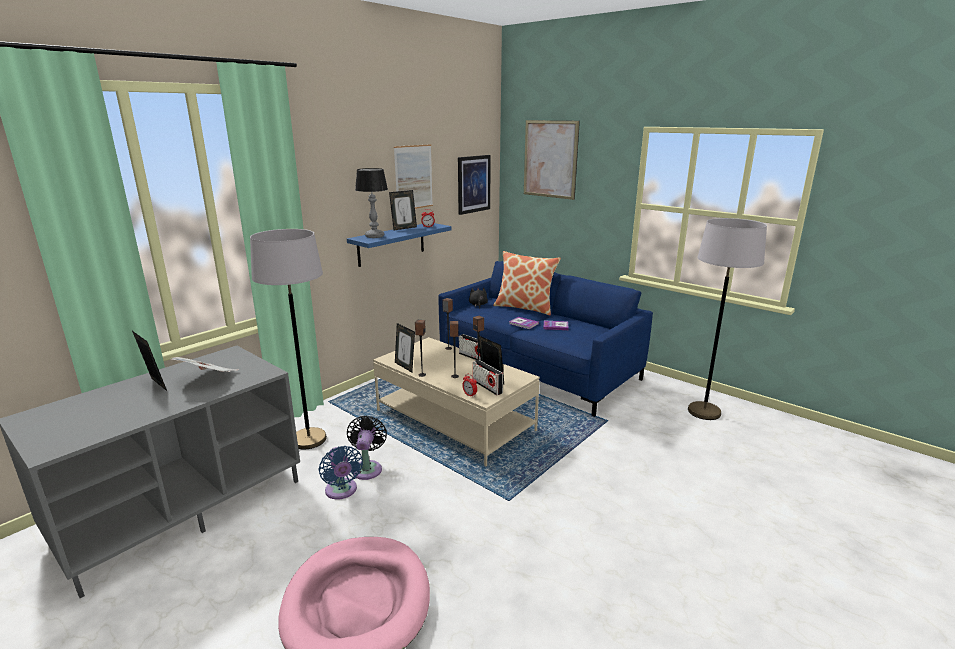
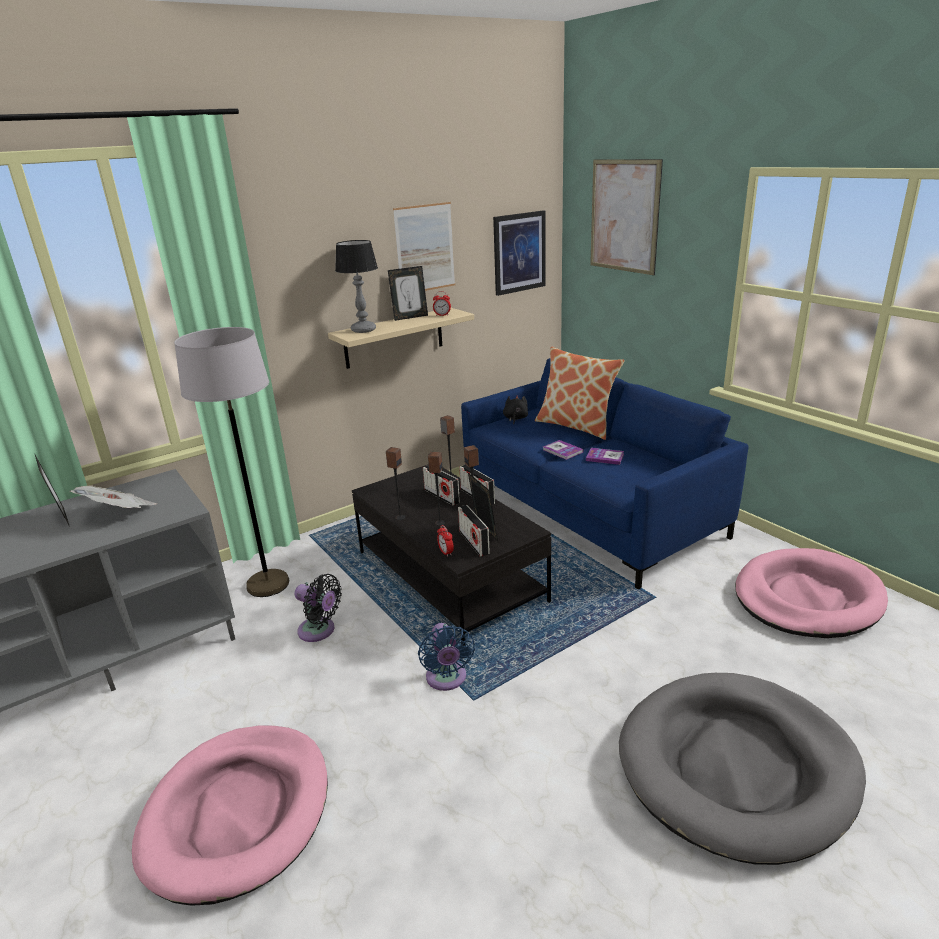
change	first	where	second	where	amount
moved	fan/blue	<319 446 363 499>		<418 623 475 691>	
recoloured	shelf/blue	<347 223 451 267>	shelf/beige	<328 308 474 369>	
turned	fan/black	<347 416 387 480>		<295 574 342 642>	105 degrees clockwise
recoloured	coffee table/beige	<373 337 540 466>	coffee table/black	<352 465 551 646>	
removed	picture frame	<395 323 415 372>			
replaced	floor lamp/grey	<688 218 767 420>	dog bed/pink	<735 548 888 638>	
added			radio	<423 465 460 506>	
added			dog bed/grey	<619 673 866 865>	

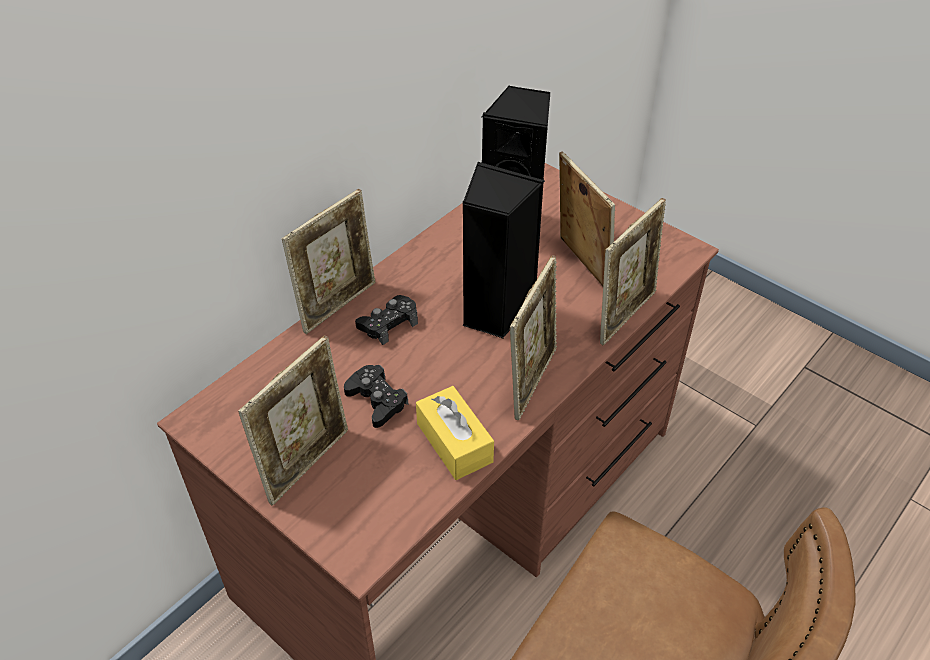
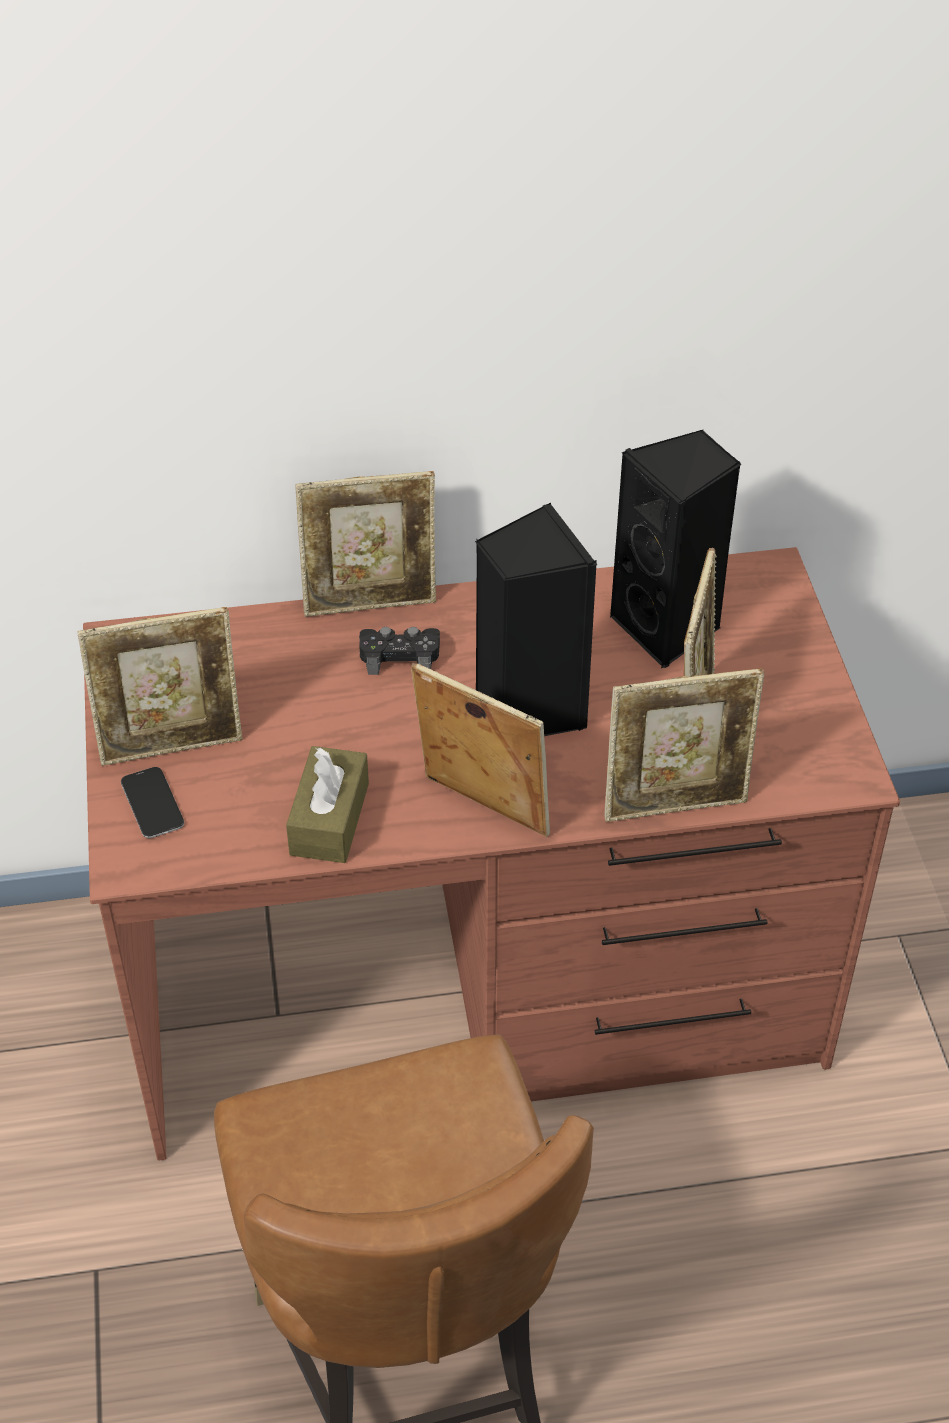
change	first	where	second	where	amount
removed	game controller/black	<344 365 408 428>			
recoloured	tissue box/yellow	<416 386 494 480>	tissue box/brown	<286 746 369 863>	
turned	picture frame	<510 256 557 421>		<411 662 550 837>	120 degrees counterclockwise
added			phone	<121 767 184 838>	

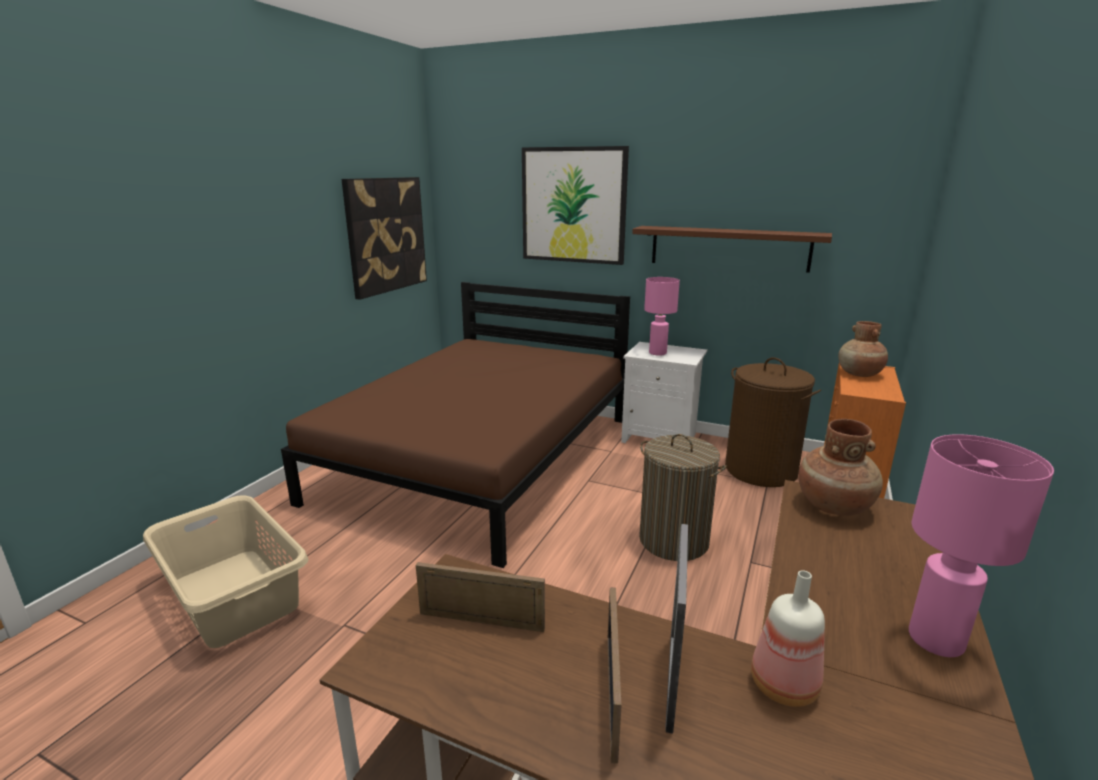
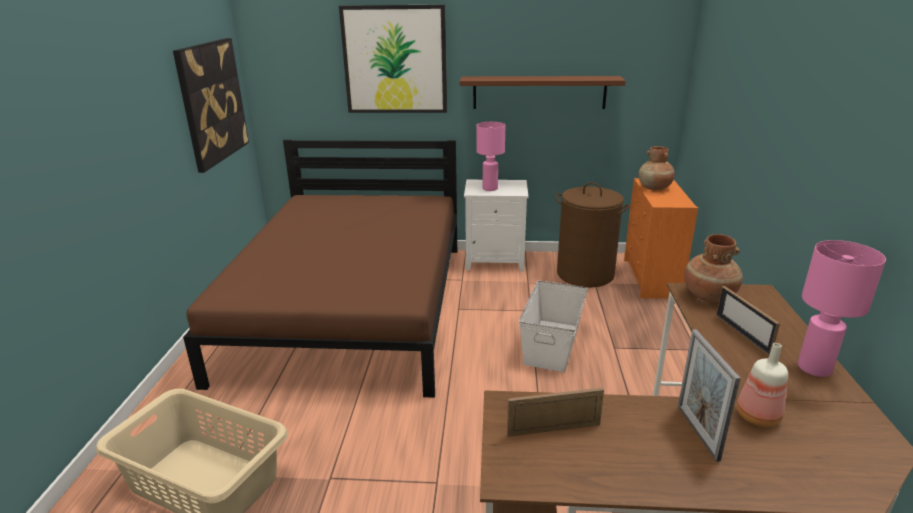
change	first	where	second	where	amount
moved	picture frame	<608 588 621 764>		<716 286 780 355>	
replaced	laundry basket	<639 434 727 561>	storage box/white	<519 281 588 372>	

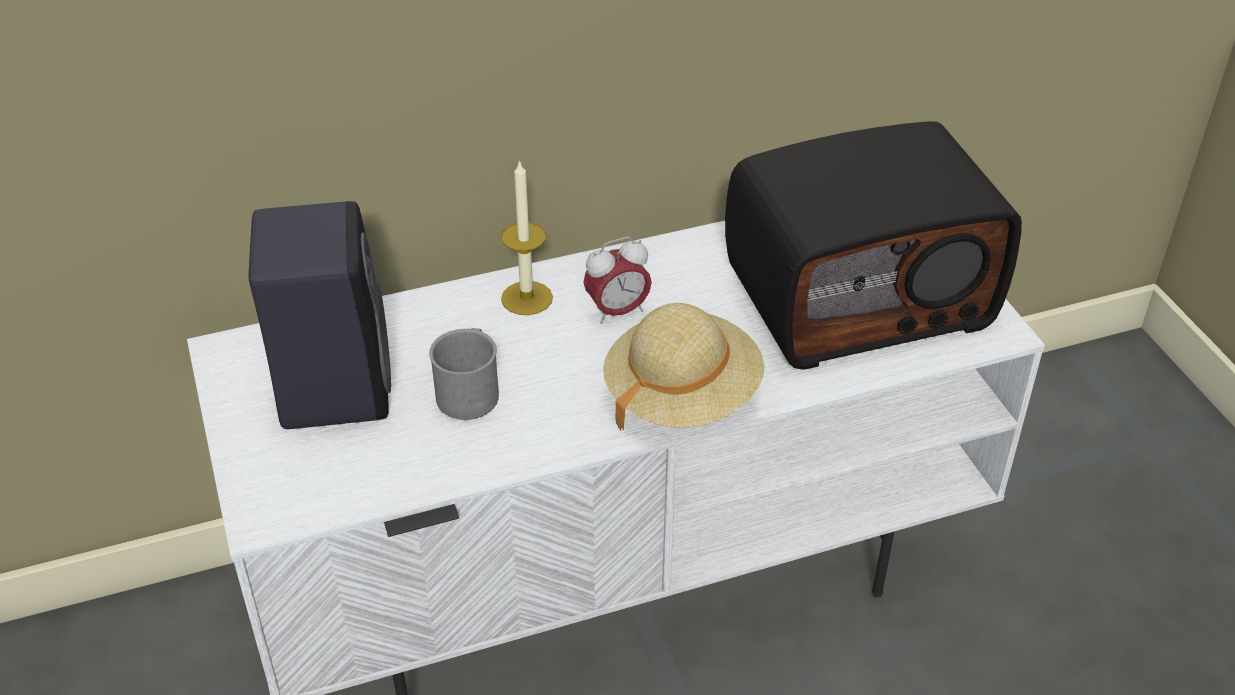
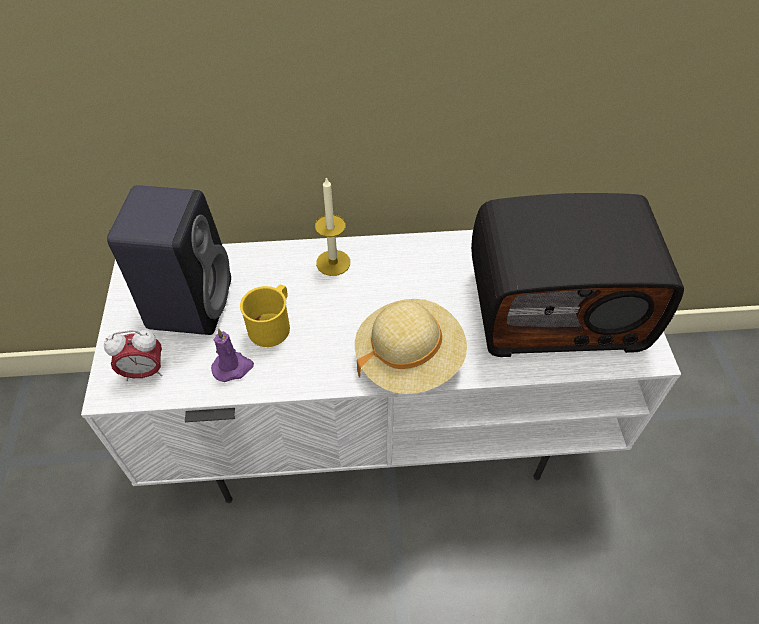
change	first	where	second	where	amount
recoloured	mug/grey	<429 328 499 420>	mug/yellow	<240 284 290 347>	
moved	alarm clock	<583 237 652 324>		<104 330 162 381>	
added			candle/purple	<211 328 254 382>	

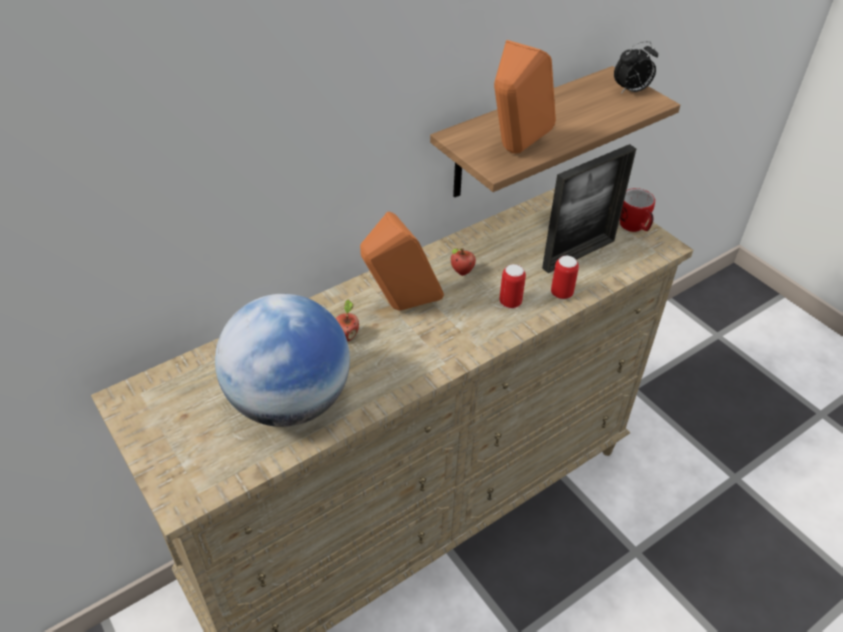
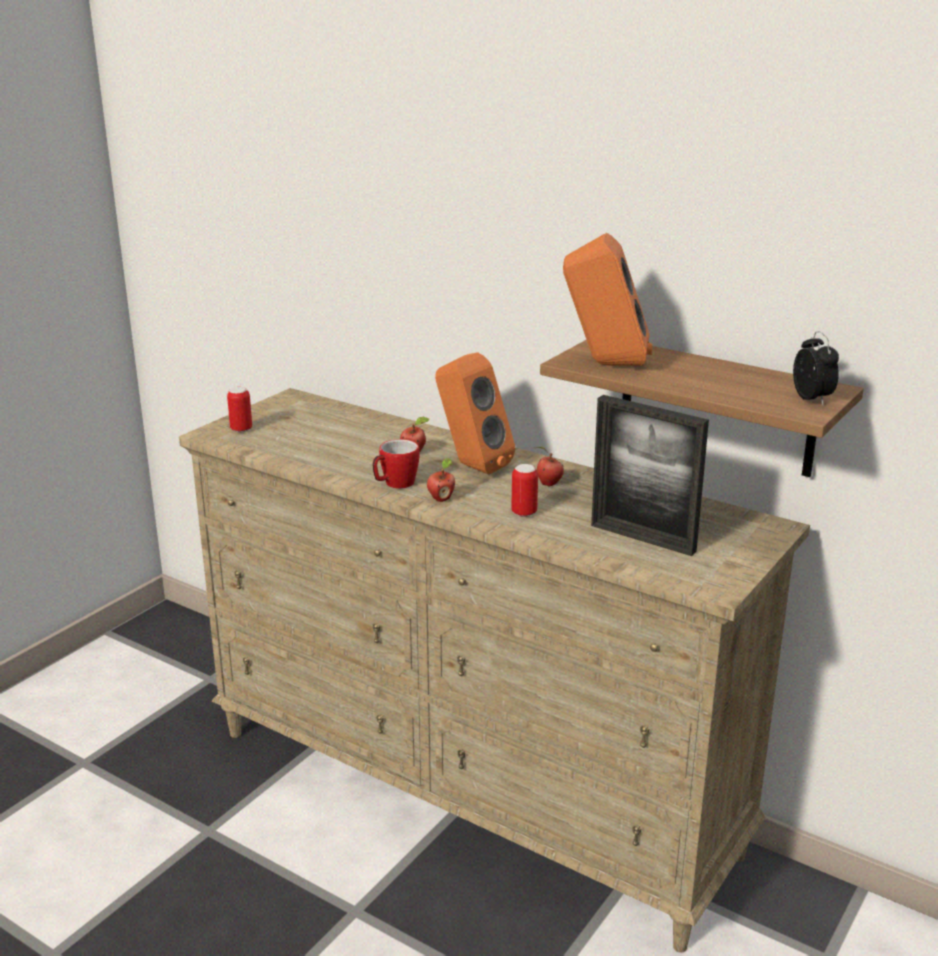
change	first	where	second	where	amount
removed	globe	<215 294 350 427>			
moved	can	<551 256 579 299>		<227 387 252 432>	
turned	alarm clock	<614 41 658 94>		<793 331 839 405>	150 degrees counterclockwise
moved	mug	<620 188 655 232>		<372 439 420 489>	
added			apple	<427 458 455 502>	

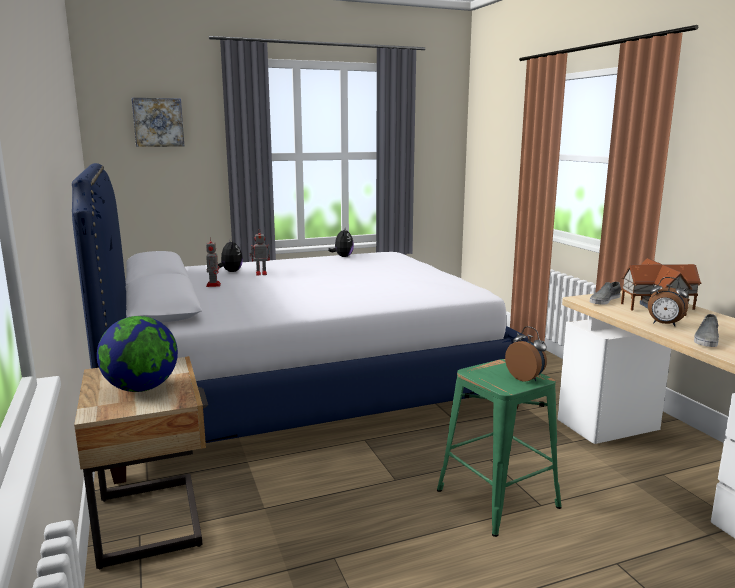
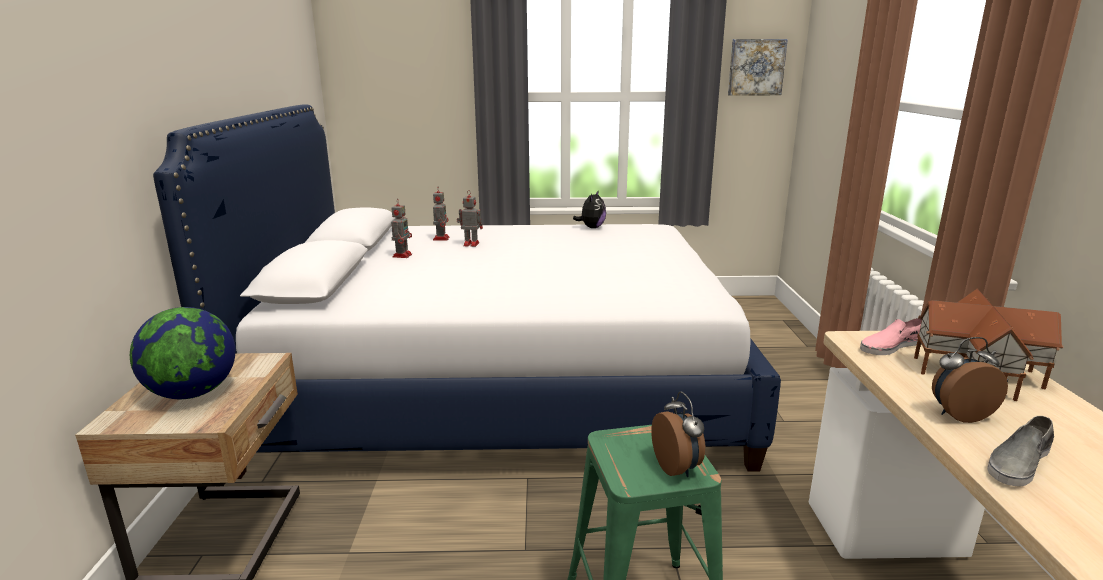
change	first	where	second	where	amount
moved	picture	<132 98 184 147>		<728 39 788 96>	
replaced	plush toy	<218 241 243 272>	toy robot	<433 188 449 240>	
recoloured	shoe/grey	<590 282 621 305>	shoe/pink	<860 318 922 355>	
turned	alarm clock	<648 277 688 326>		<932 337 1008 423>	120 degrees clockwise

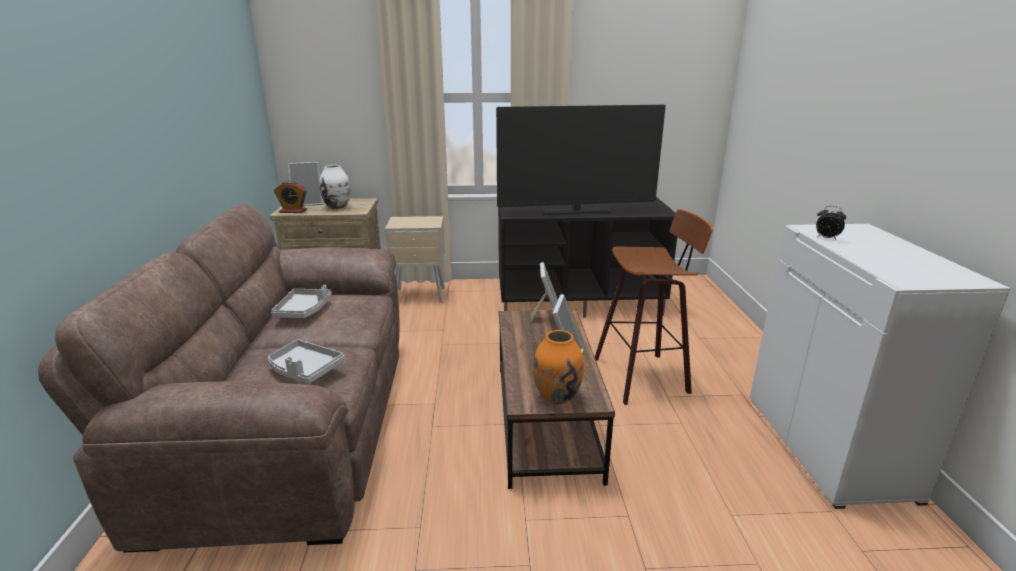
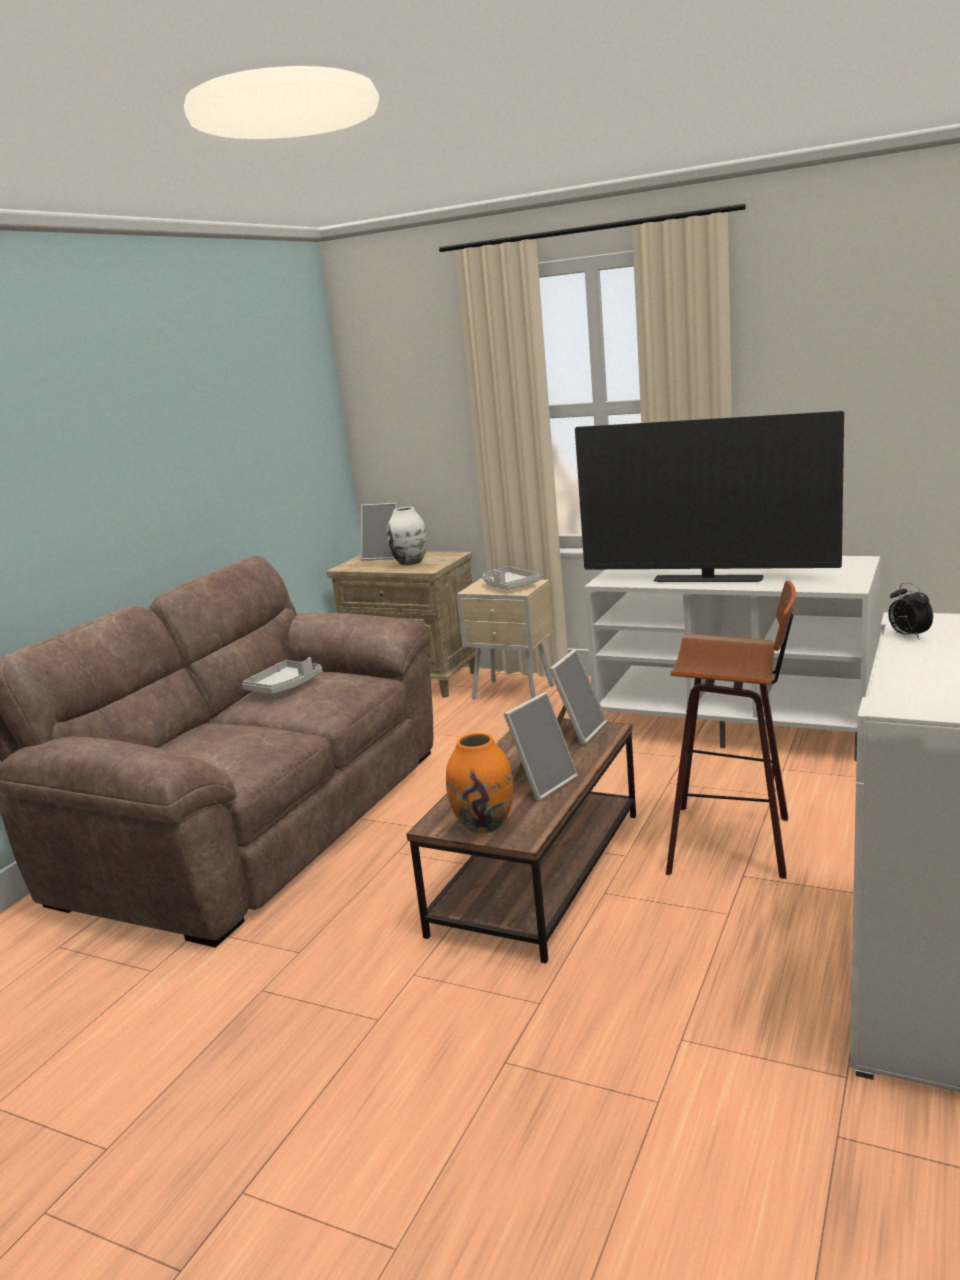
change	first	where	second	where	amount
moved	tray/grey	<268 339 345 384>		<483 566 540 590>	
removed	alarm clock	<274 181 307 213>			
recoloured	tv stand/black	<498 197 677 317>	tv stand/white	<584 556 880 761>	

